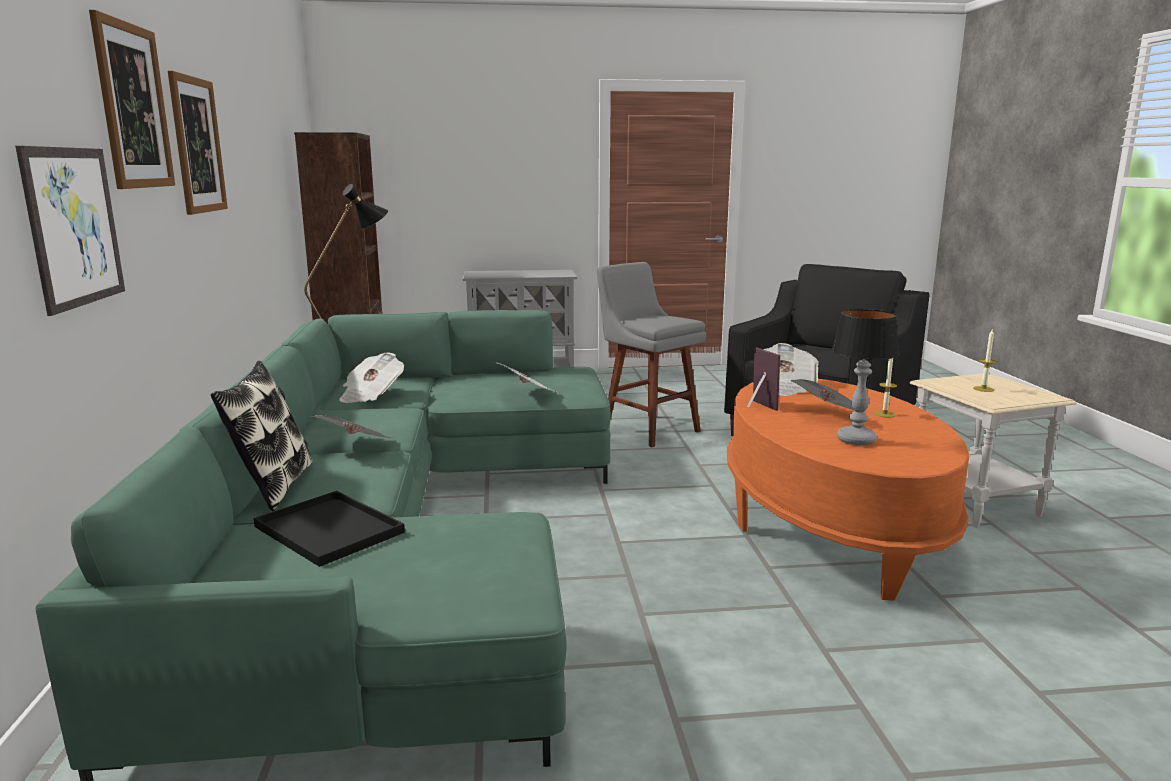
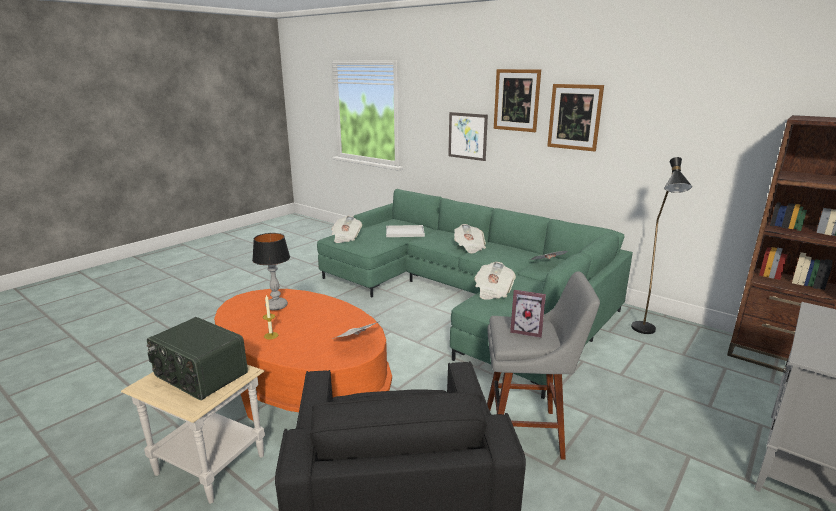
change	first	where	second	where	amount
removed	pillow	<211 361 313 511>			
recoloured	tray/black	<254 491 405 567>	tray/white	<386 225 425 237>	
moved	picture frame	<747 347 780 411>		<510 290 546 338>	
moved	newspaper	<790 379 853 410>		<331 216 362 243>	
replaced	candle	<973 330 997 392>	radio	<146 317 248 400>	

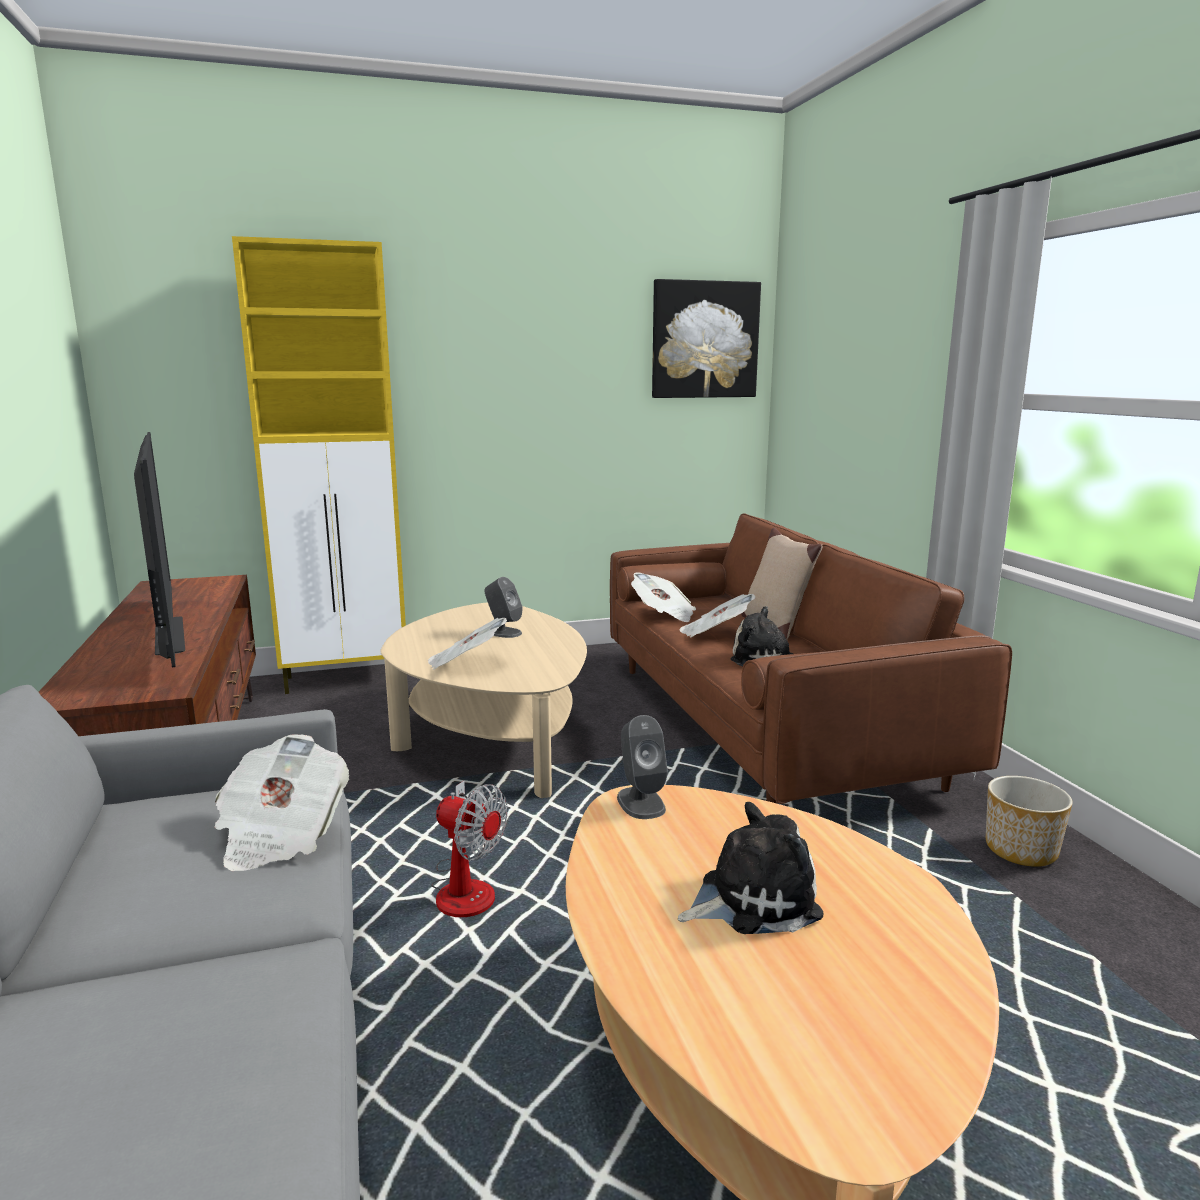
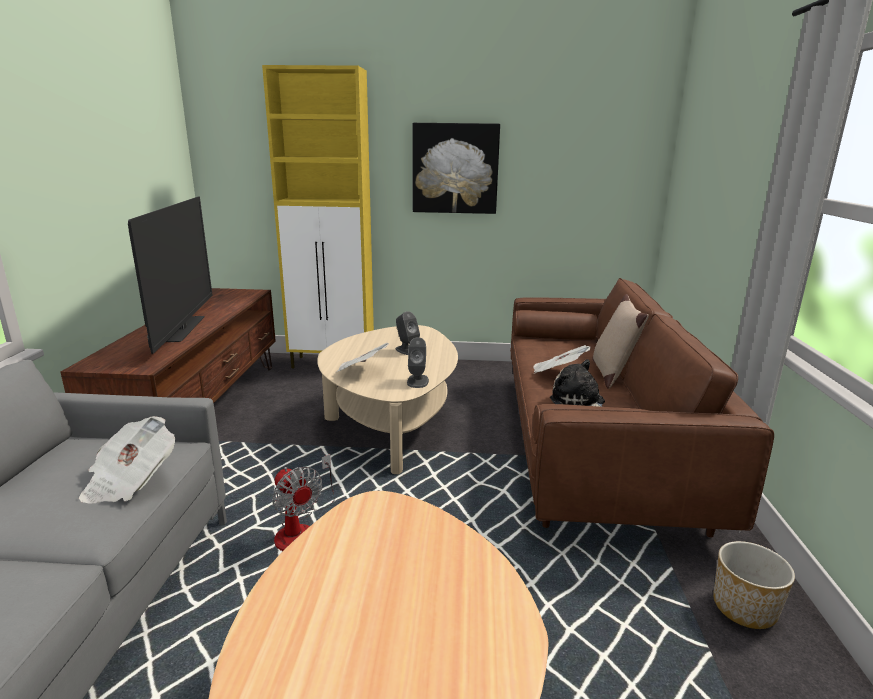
change	first	where	second	where	amount
moved	speaker/grey	<617 715 668 819>		<407 337 429 388>	
removed	newspaper	<631 572 696 622>			
moved	picture	<652 279 761 398>		<412 123 500 214>	
removed	plush toy	<678 802 823 934>			

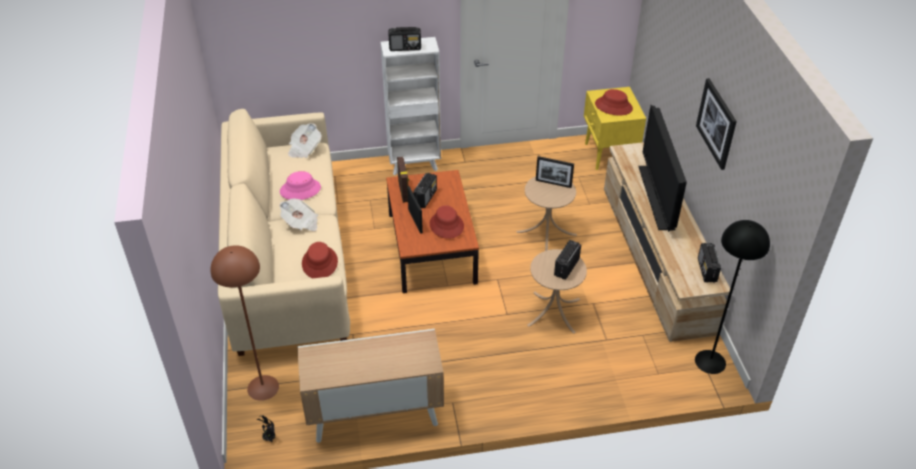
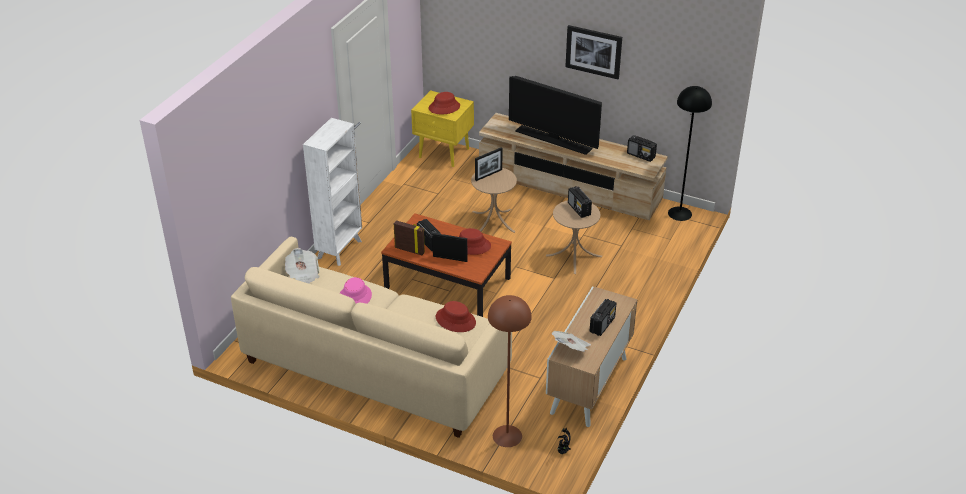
change	first	where	second	where	amount
moved	newspaper	<280 198 318 231>		<552 331 591 352>	
moved	radio	<388 27 421 51>		<589 299 616 336>	

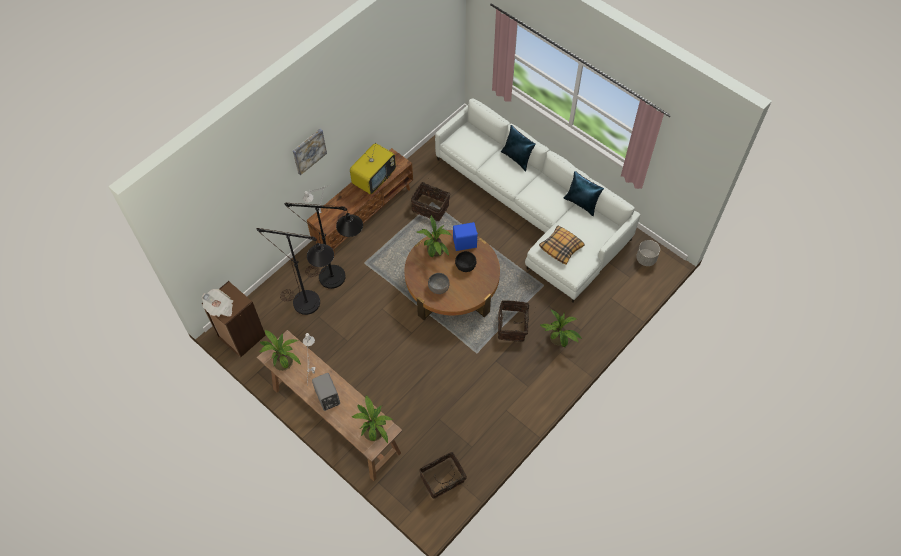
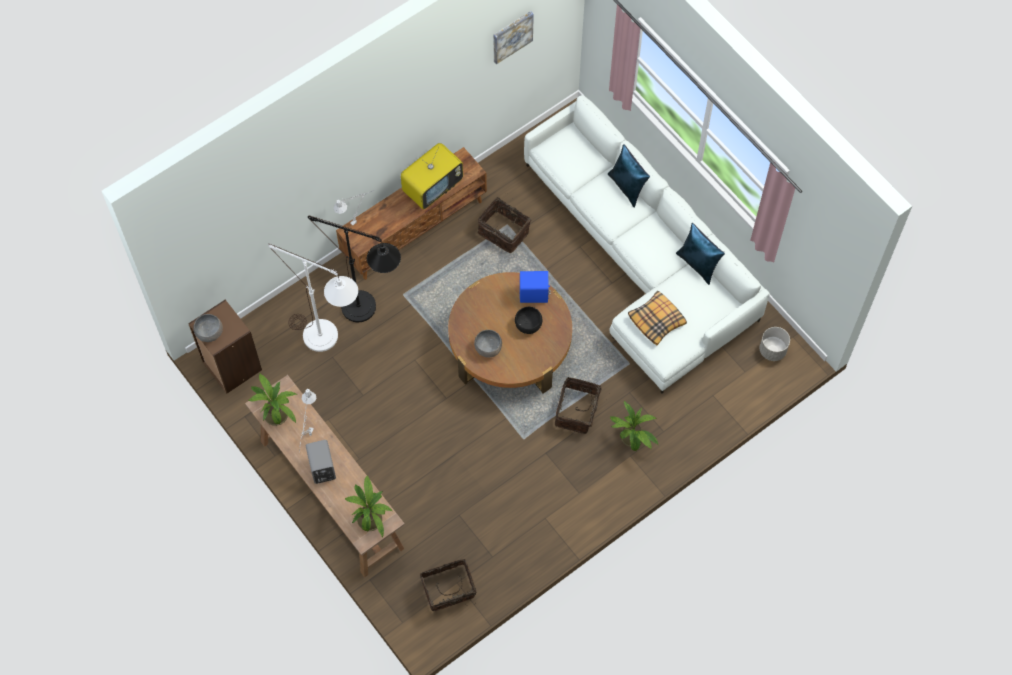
change	first	where	second	where	amount
replaced	newspaper	<202 289 233 317>	bowl/grey	<193 314 223 342>	
recoloured	floor lamp/black	<256 228 334 315>	floor lamp/white	<268 244 358 352>	
moved	picture	<293 129 327 175>		<494 11 534 64>	
removed	potted plant	<417 216 451 258>			

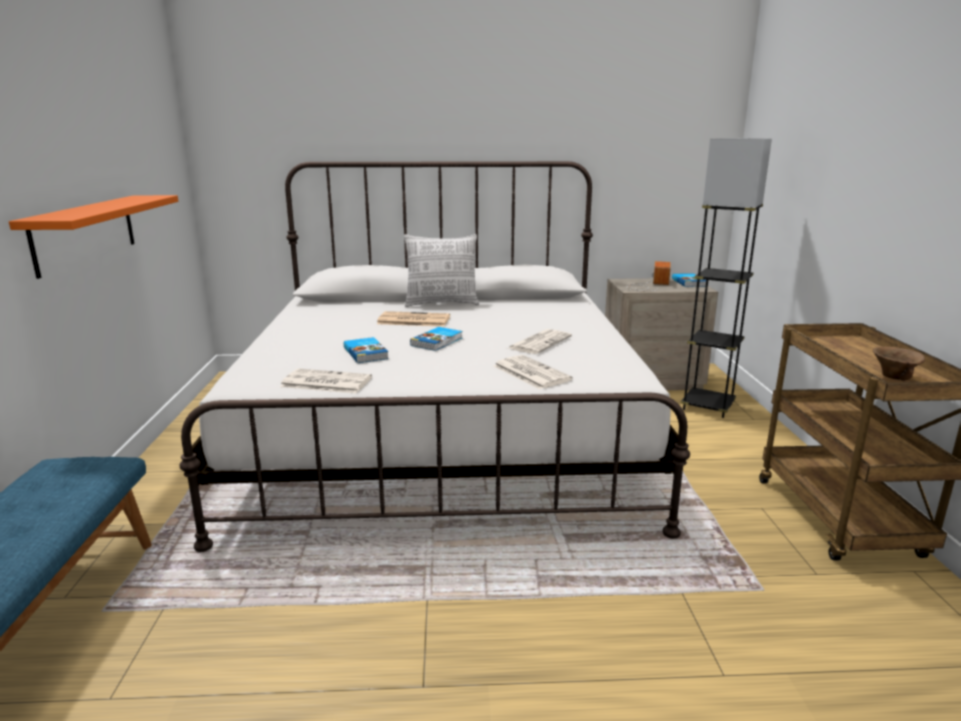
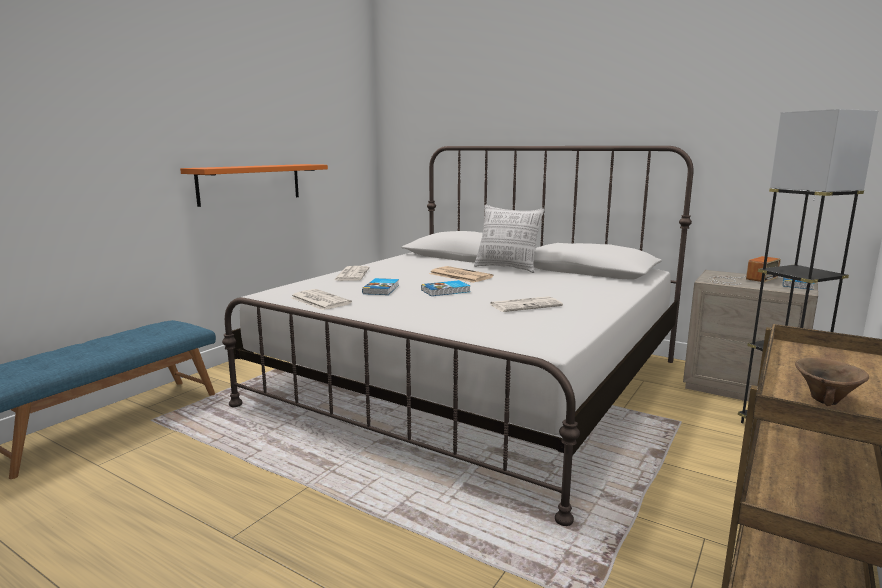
change	first	where	second	where	amount
moved	newspaper	<493 355 573 389>		<333 266 370 281>	

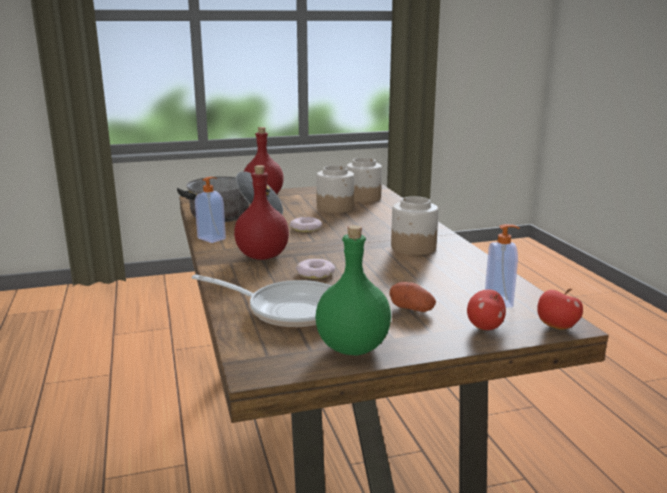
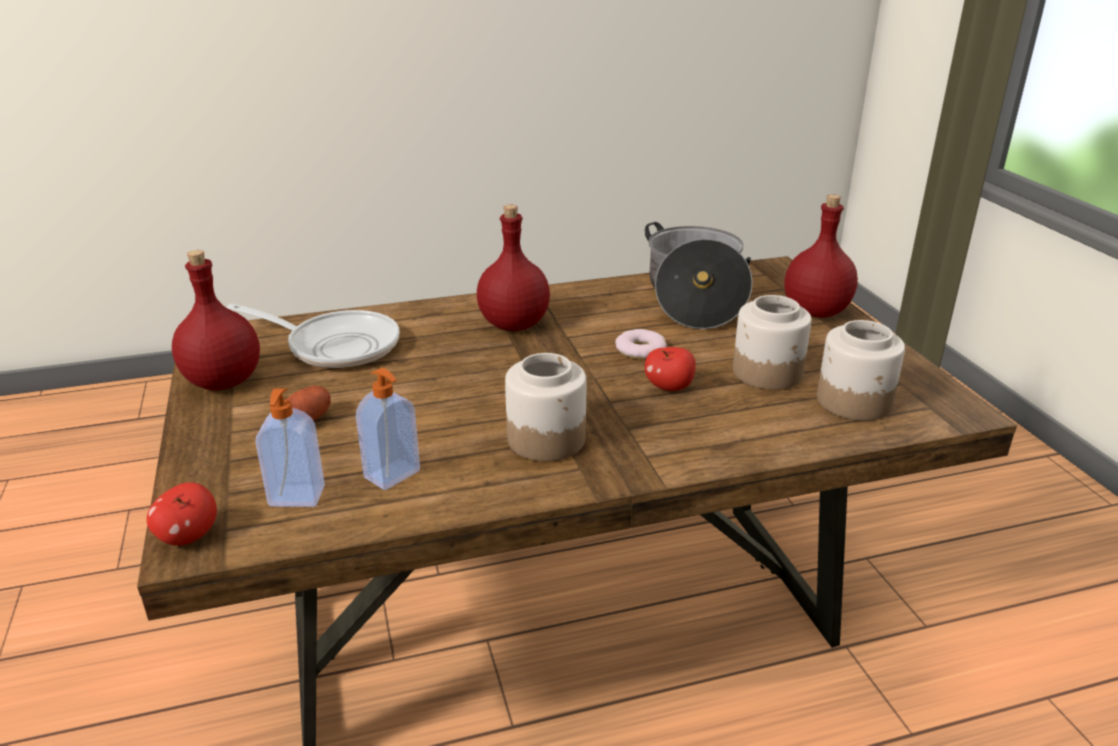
change	first	where	second	where	amount
turned	frying pan	<192 274 331 328>		<227 304 399 369>	90 degrees counterclockwise
moved	soap dispenser	<195 177 226 243>		<356 368 420 490>	
removed	donut	<296 259 335 279>			
recoloured	bottle/green	<315 225 391 356>	bottle/red	<172 250 260 390>	
moved	apple	<467 290 506 330>		<645 347 696 391>	

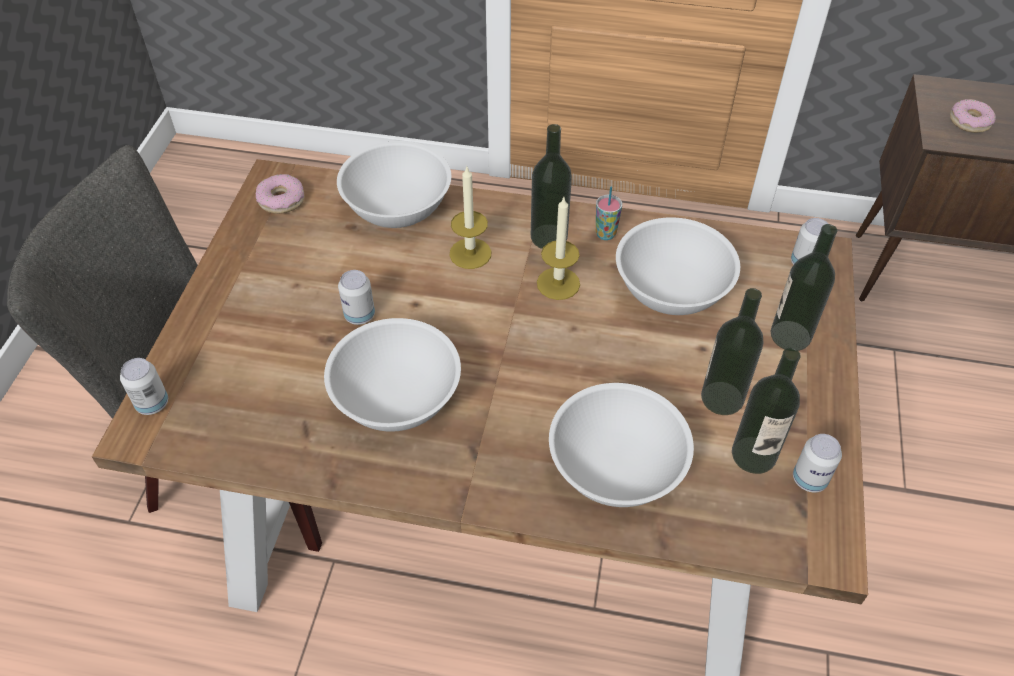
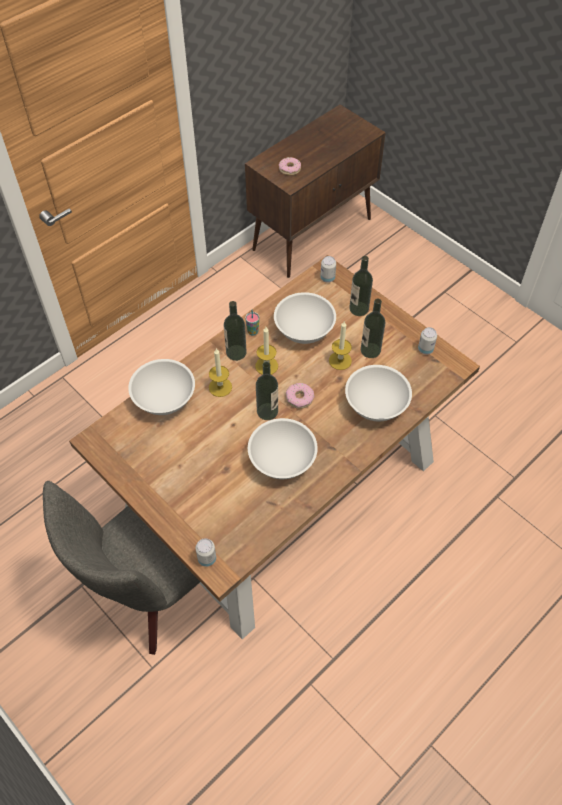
change	first	where	second	where	amount
moved	donut	<256 174 305 214>		<286 383 314 409>	
removed	can	<338 270 375 325>			
moved	bottle	<732 348 801 474>		<256 362 278 420>	
added			candle	<329 321 352 370>	

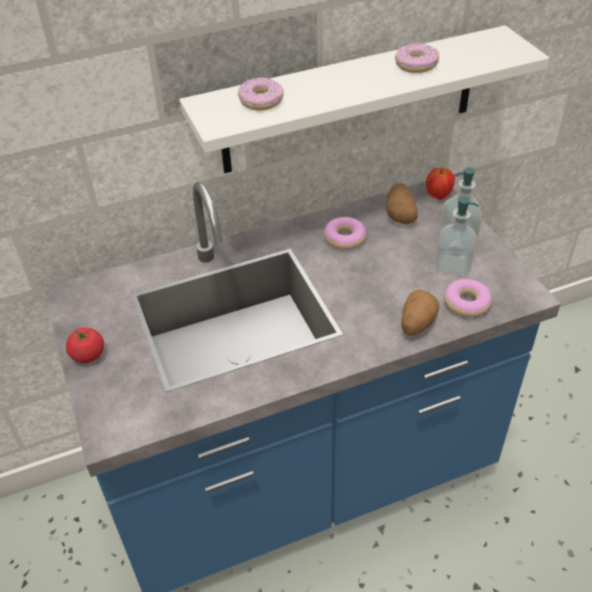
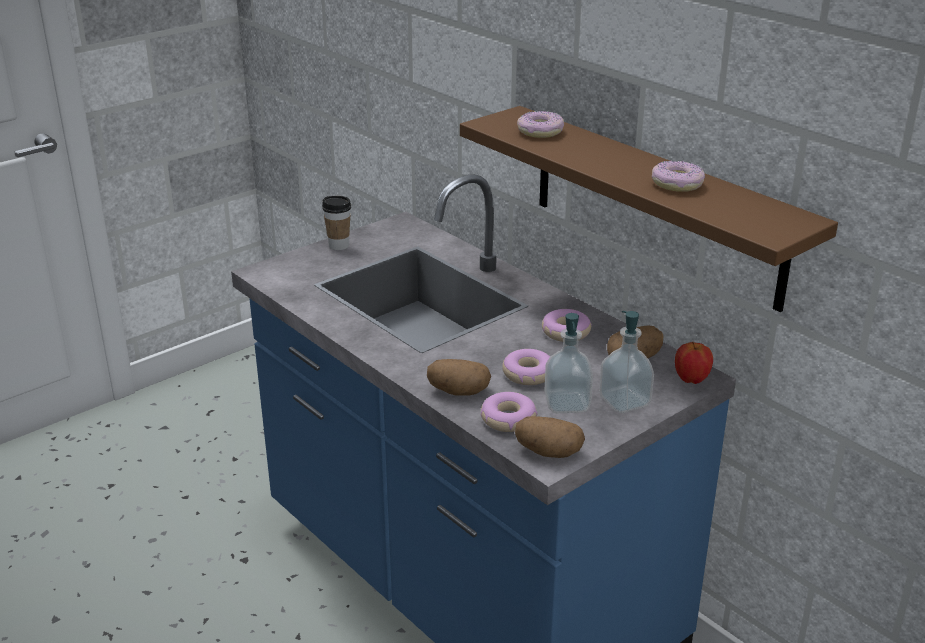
change	first	where	second	where	amount
replaced	tomato	<66 328 104 363>	cup	<322 196 351 250>	
recoloured	shelf/white	<179 25 550 173>	shelf/brown	<460 106 838 312>	
added			donut	<502 349 550 385>	
added			potato	<515 416 585 458>	

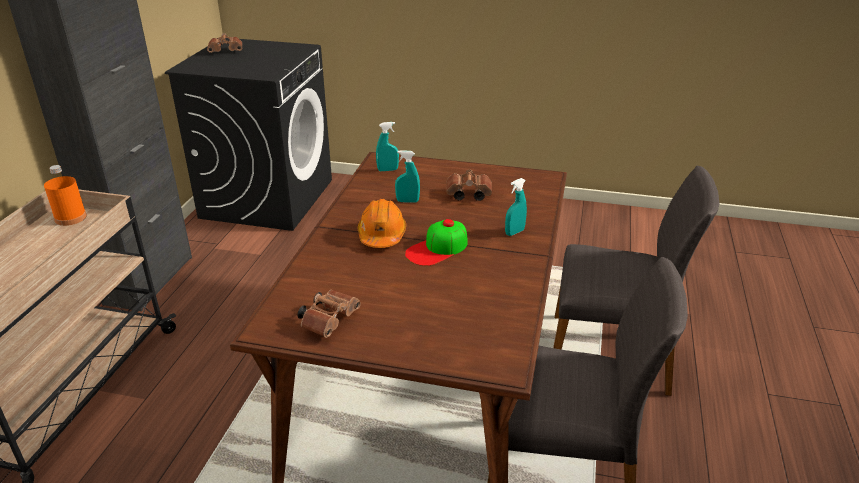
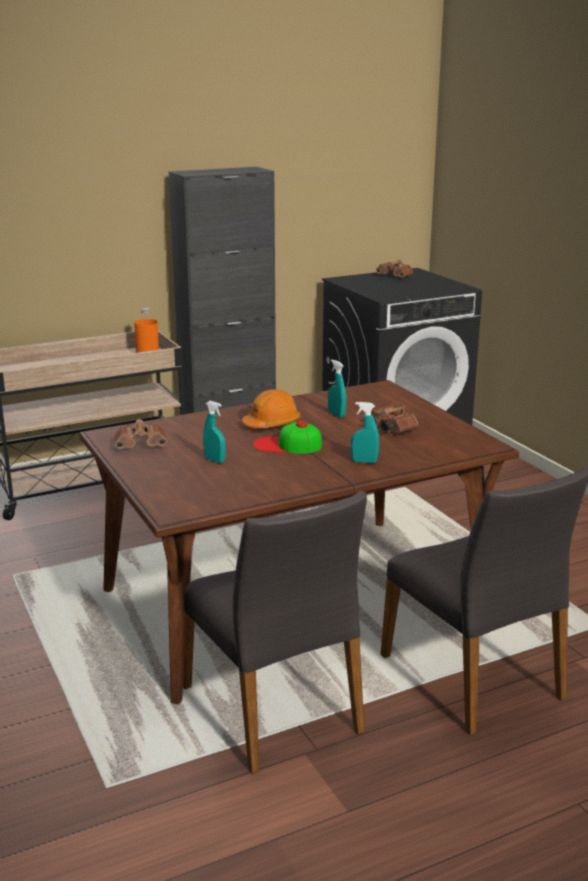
change	first	where	second	where	amount
moved	spray bottle/turquoise	<376 122 399 171>		<203 401 226 463>	

